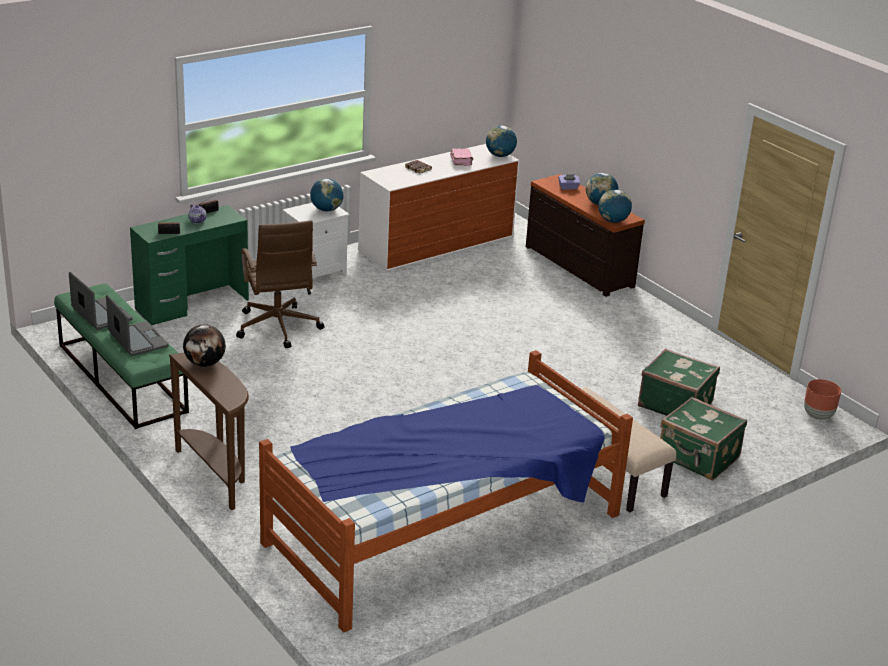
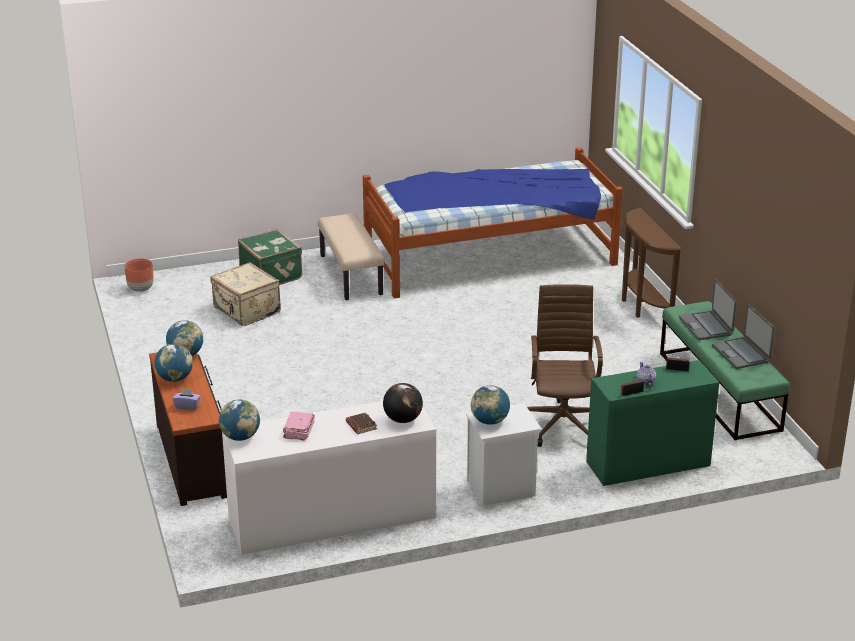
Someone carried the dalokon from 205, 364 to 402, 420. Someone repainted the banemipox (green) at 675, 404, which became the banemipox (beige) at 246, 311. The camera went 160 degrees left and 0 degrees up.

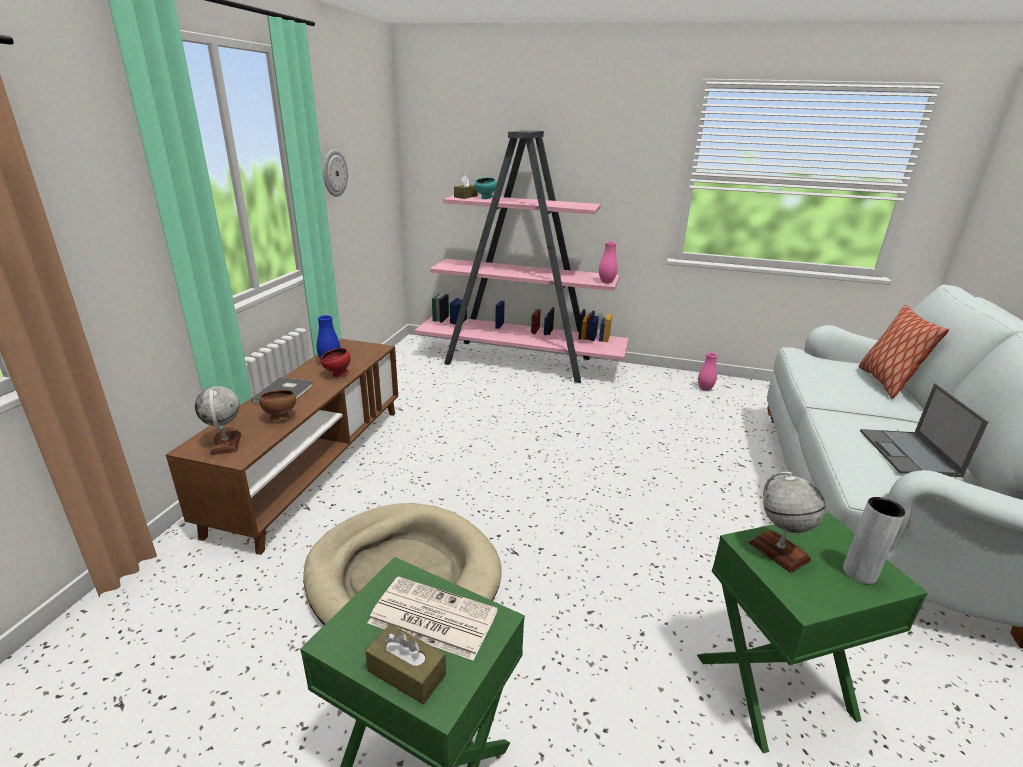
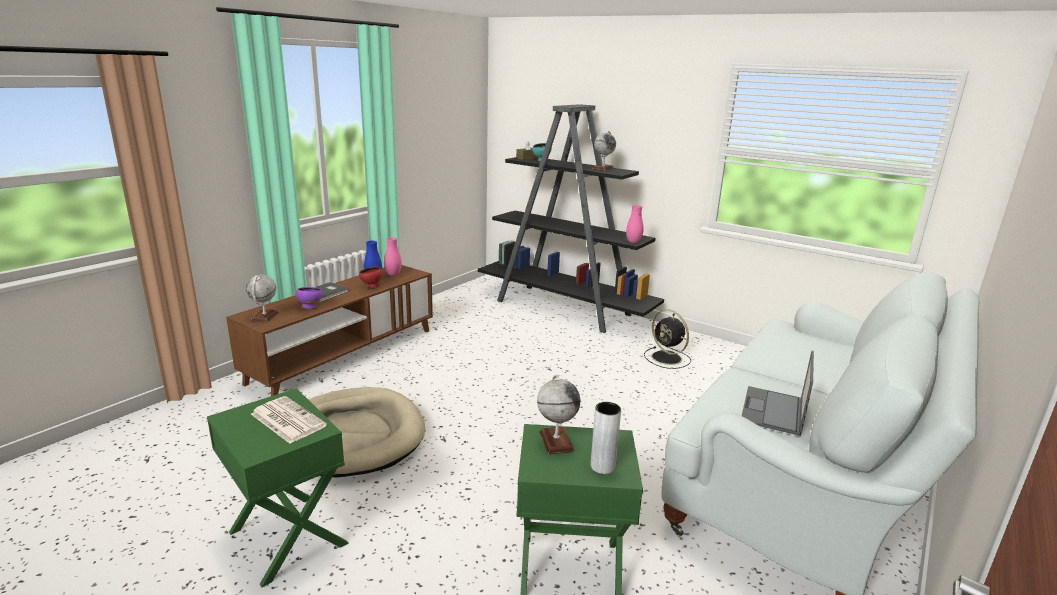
Someone repainted the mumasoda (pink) at 520, 361, which became the mumasoda (black) at 565, 308. Someone took away the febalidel at 334, 173. Someone took away the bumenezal at 885, 383. Someone carried the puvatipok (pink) from 705, 389 to 393, 274. Someone repainted the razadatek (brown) at 280, 418, which became the razadatek (purple) at 310, 307. Someone took away the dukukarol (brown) at 406, 673. Someone put down the dalokon at 603, 168. Someone put down the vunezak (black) at 667, 358. The camera went 20 degrees right and 5 degrees down.

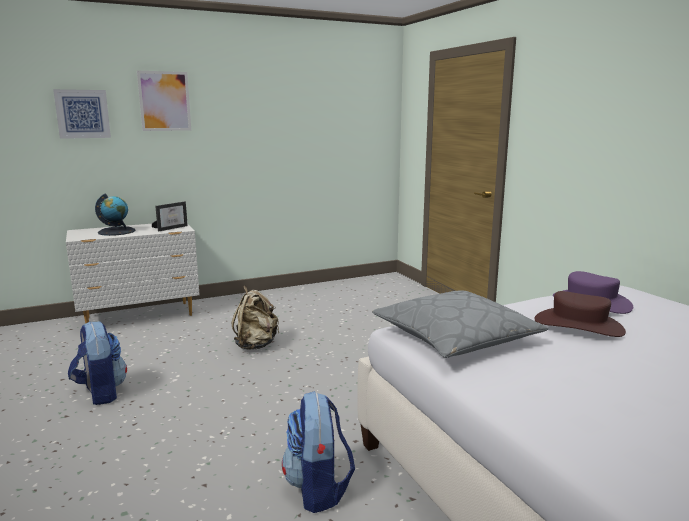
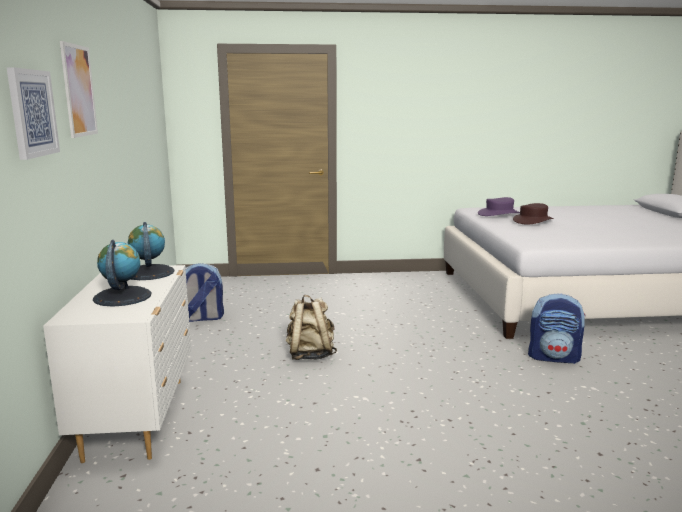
Someone swapped the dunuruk at 171, 228 for the dalokon at 149, 273. Someone took away the bumenezal (grey) at 456, 337. Someone carried the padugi from 100, 393 to 202, 318. The camera went 70 degrees left and 0 degrees up.

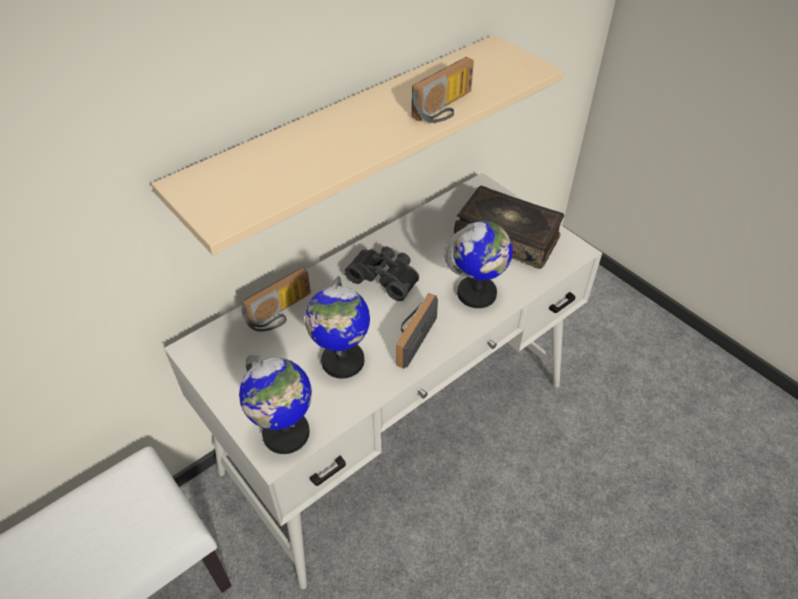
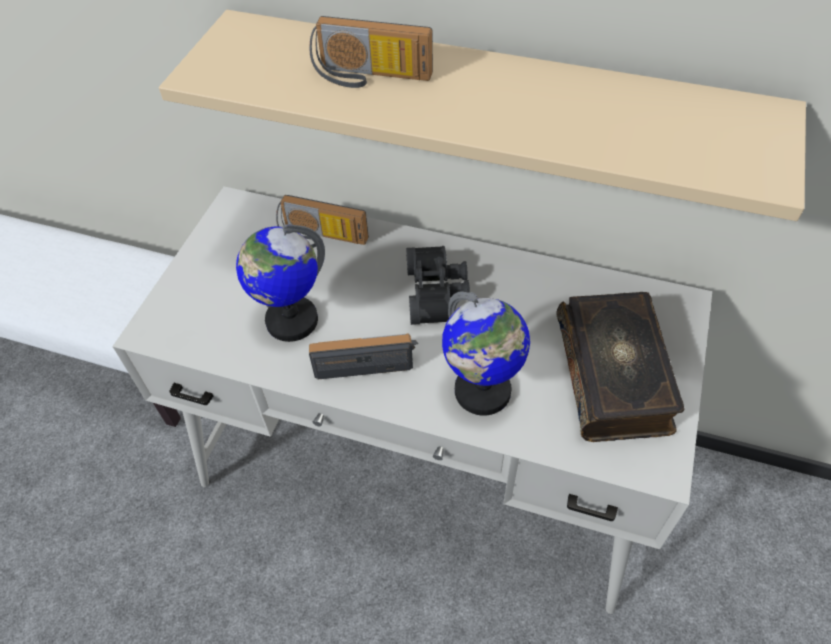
Someone carried the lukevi from 445, 108 to 370, 77. Someone took away the dalokon at 286, 434. The camera went 60 degrees right and 5 degrees up.

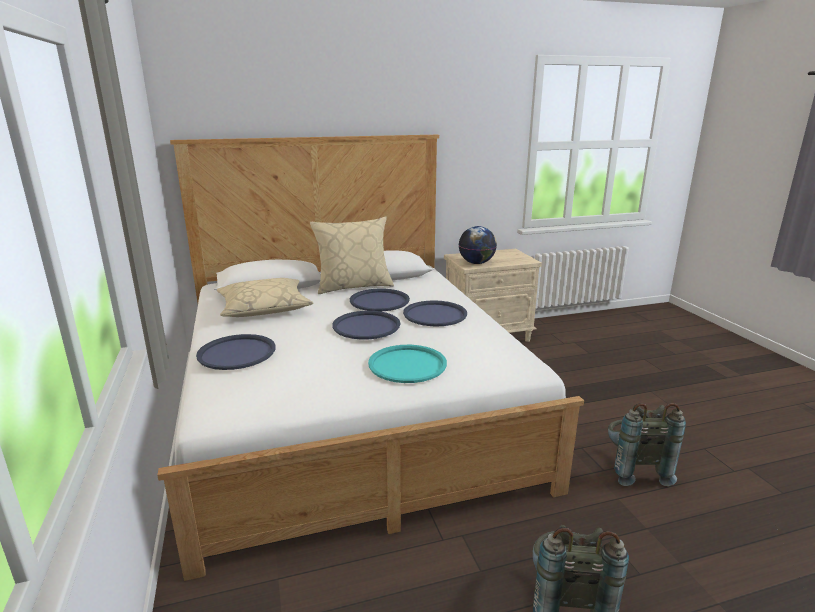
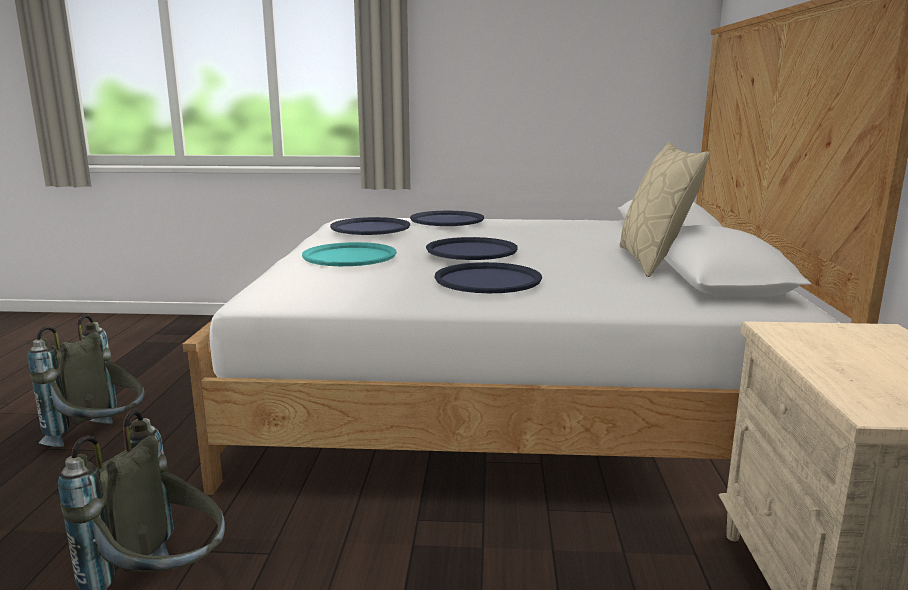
Someone took away the dalokon at 476, 263. Someone took away the bumenezal (beige) at 264, 308. Someone carried the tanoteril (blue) from 379, 301 to 370, 228. The camera went 110 degrees right and 5 degrees down.

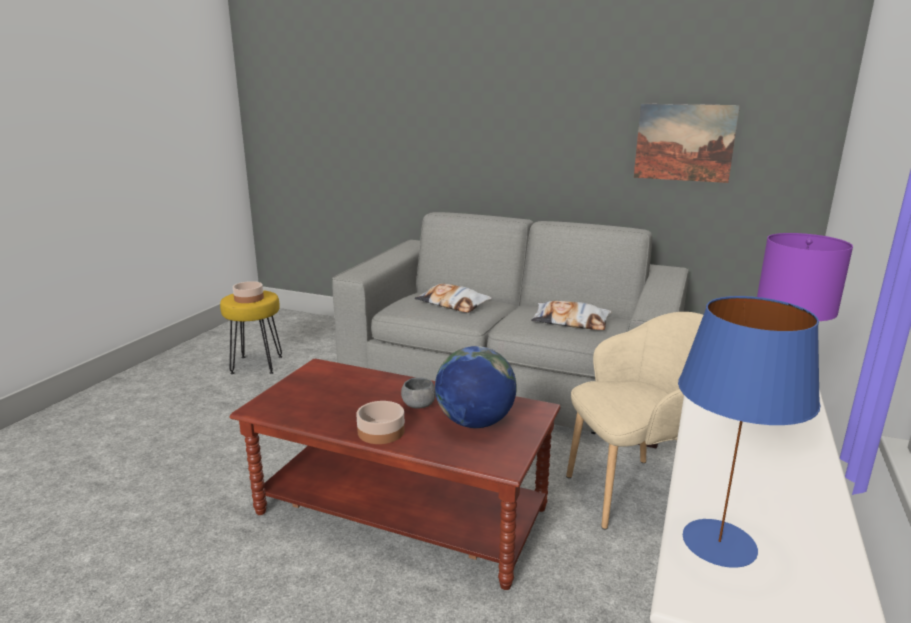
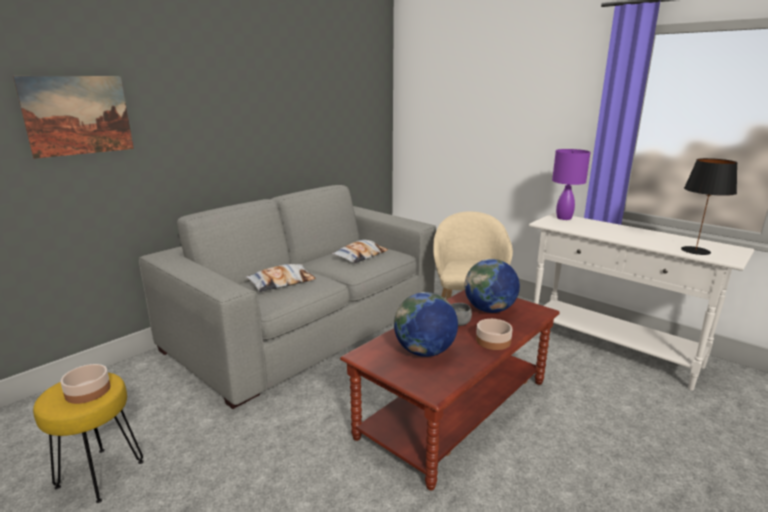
Someone carried the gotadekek from 684, 142 to 78, 115. Someone repainted the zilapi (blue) at 717, 542, which became the zilapi (black) at 695, 251. Someone put down the dalokon at 424, 352. The camera went 70 degrees left and 0 degrees up.

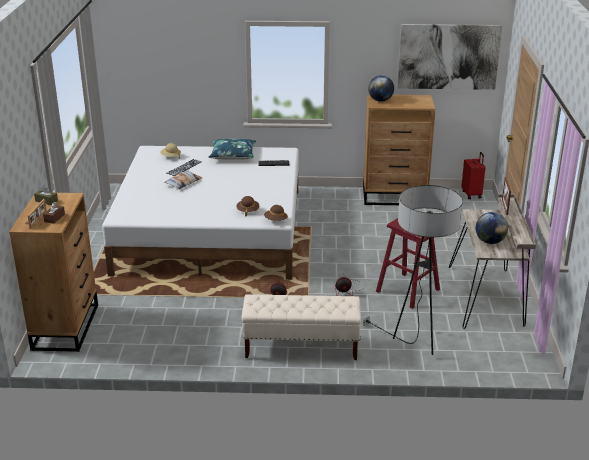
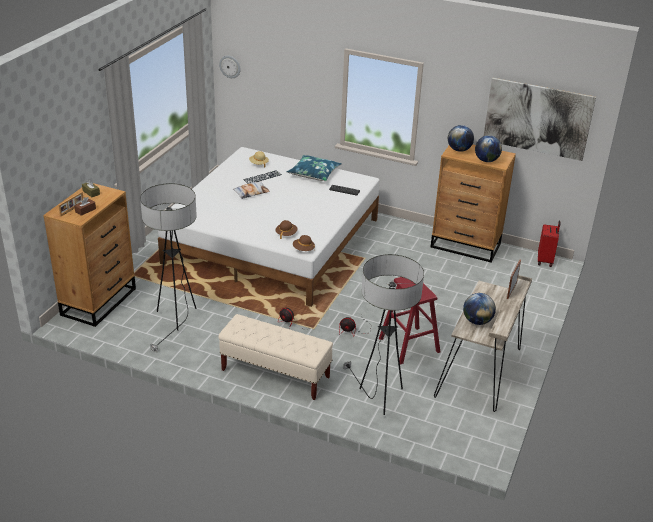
Someone put up the febalidel at 230, 66. Someone put down the dalokon at 486, 160. Someone put down the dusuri at 176, 321. The camera went 20 degrees right and 5 degrees up.

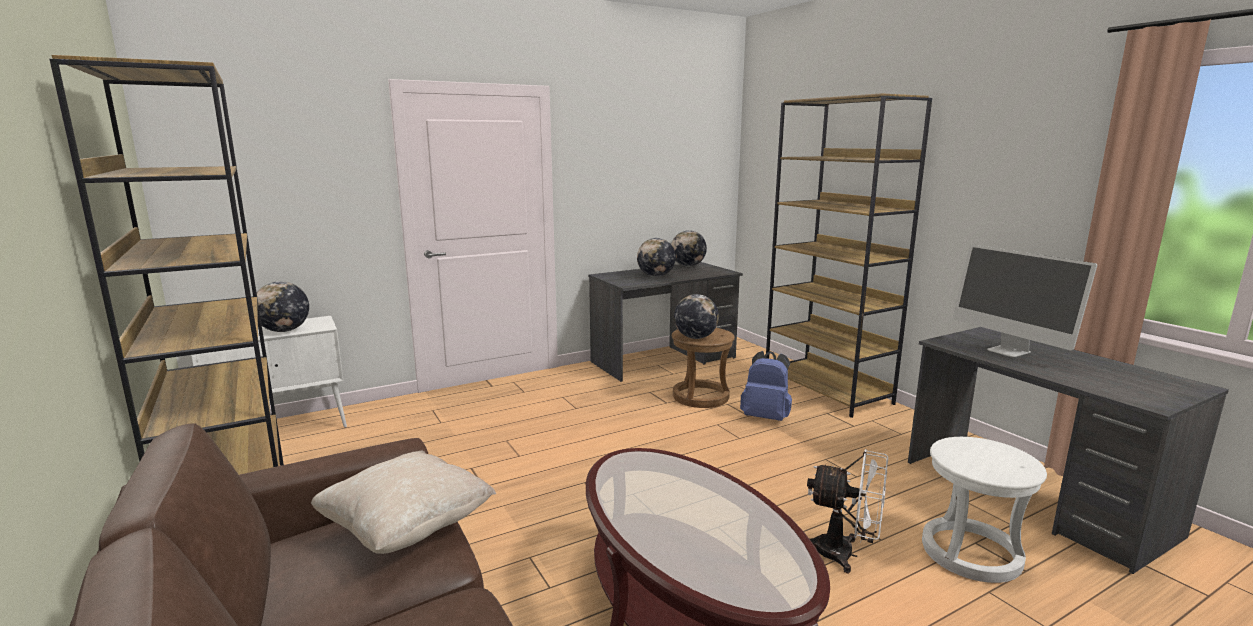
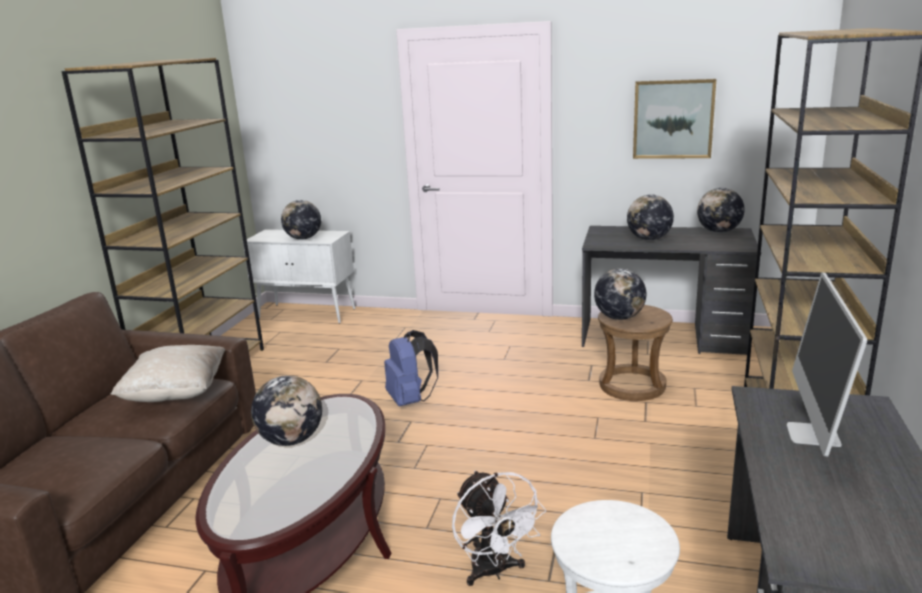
Someone carried the padugi (blue) from 766, 417 to 411, 400. Someone put up the gotadekek at 673, 119. Someone put down the dalokon at 291, 440. The camera went 45 degrees right and 5 degrees up.

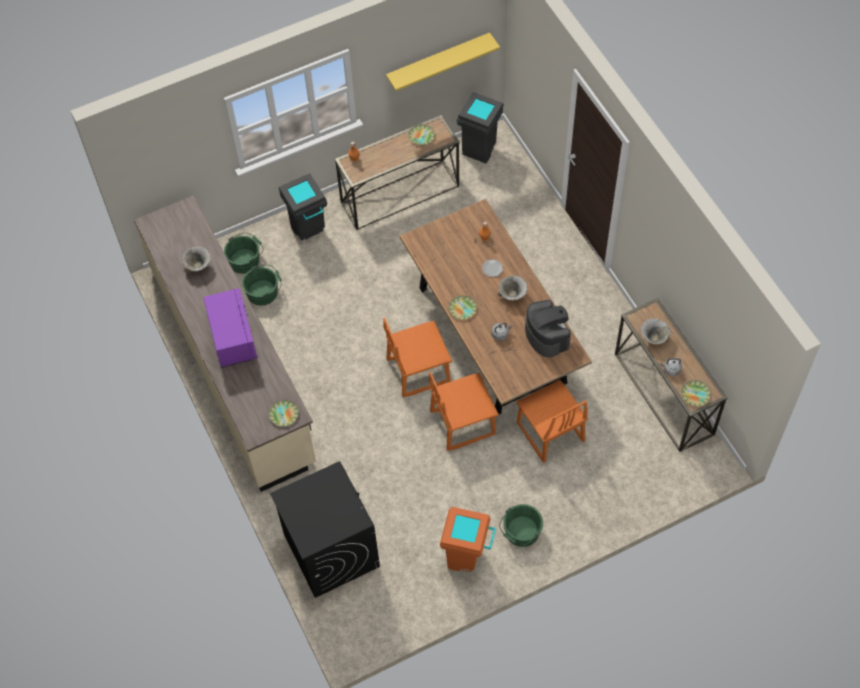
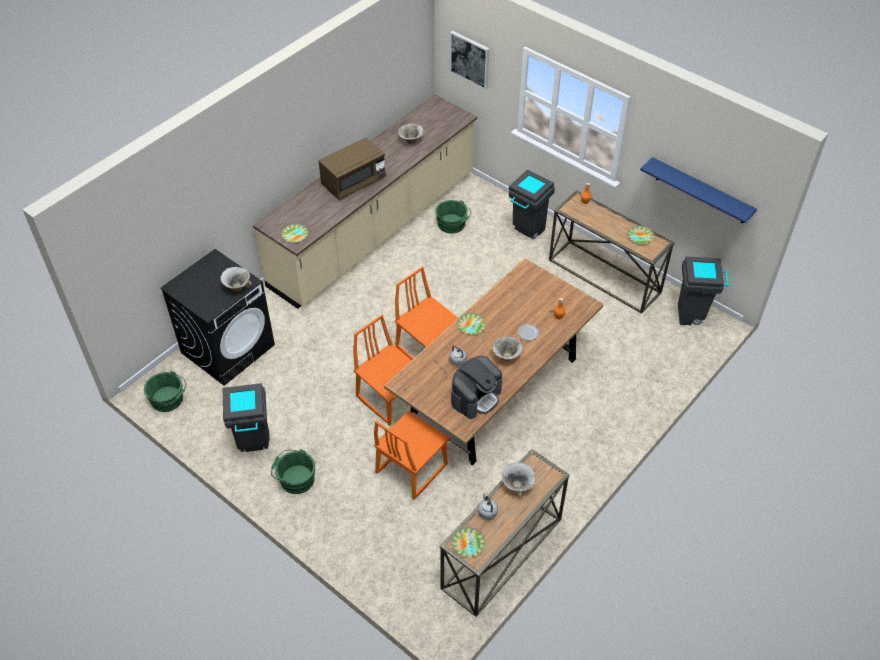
Someone repainted the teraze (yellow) at 438, 61, which became the teraze (blue) at 701, 191. Someone carried the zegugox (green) from 245, 259 to 168, 399. Someone repainted the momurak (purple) at 232, 338, which became the momurak (brown) at 353, 182. Someone repainted the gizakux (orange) at 467, 558, which became the gizakux (grey) at 254, 446. Someone put up the gotadekek at 470, 59. Someone put down the razadatek at 237, 287. The camera went 65 degrees right and 10 degrees down.

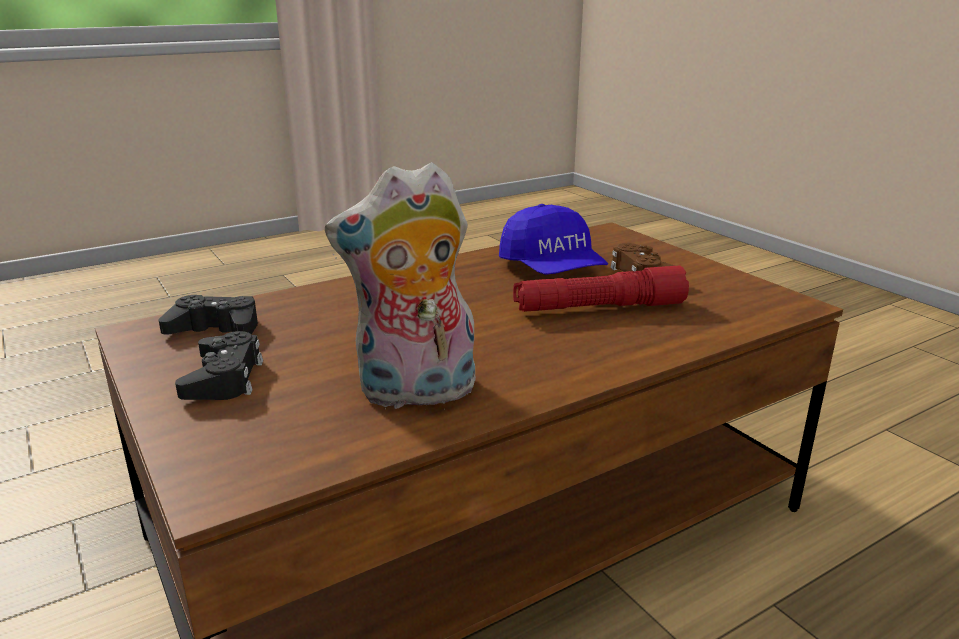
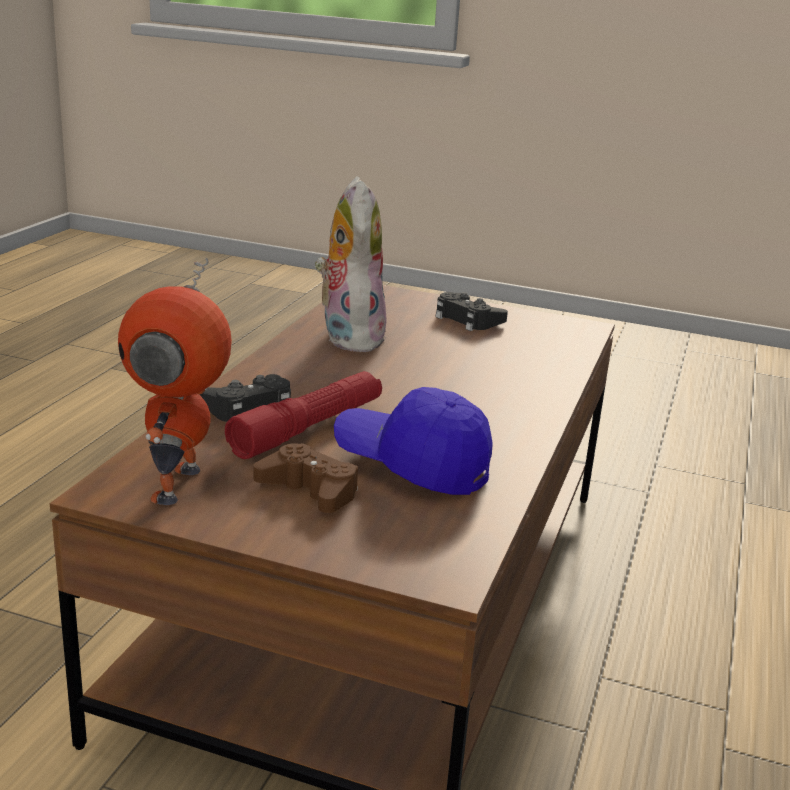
Someone rotated the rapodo at 416, 394 by 45 degrees counterclockwise. Someone carried the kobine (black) from 215, 328 to 249, 408. Someone put down the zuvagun at 180, 485. The camera went 140 degrees right and 0 degrees up.

